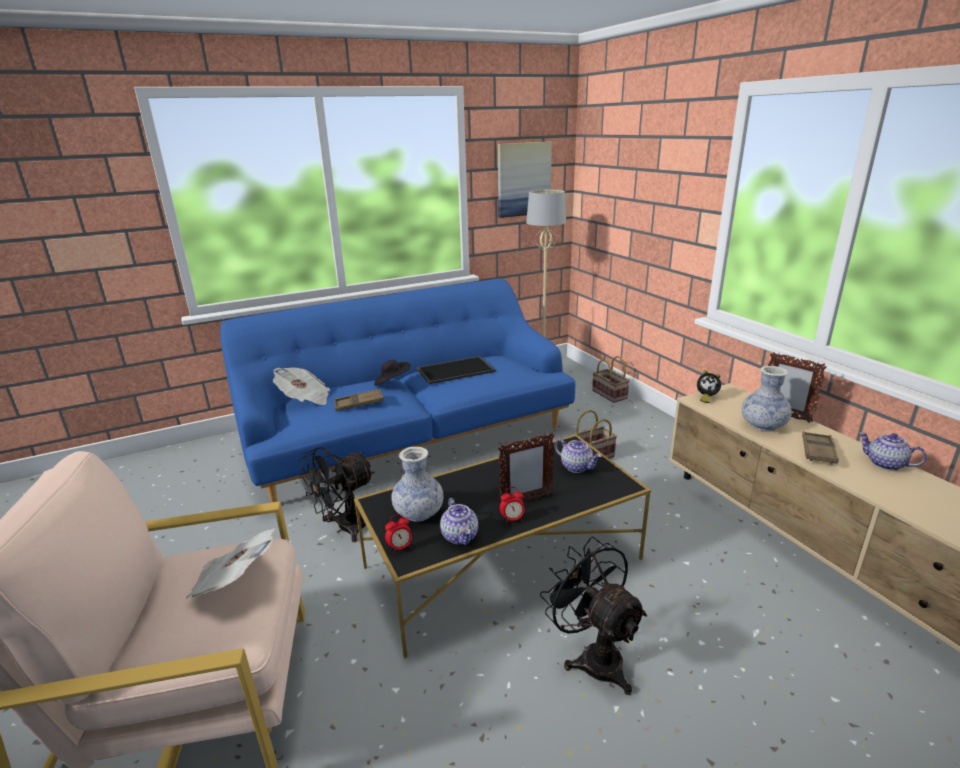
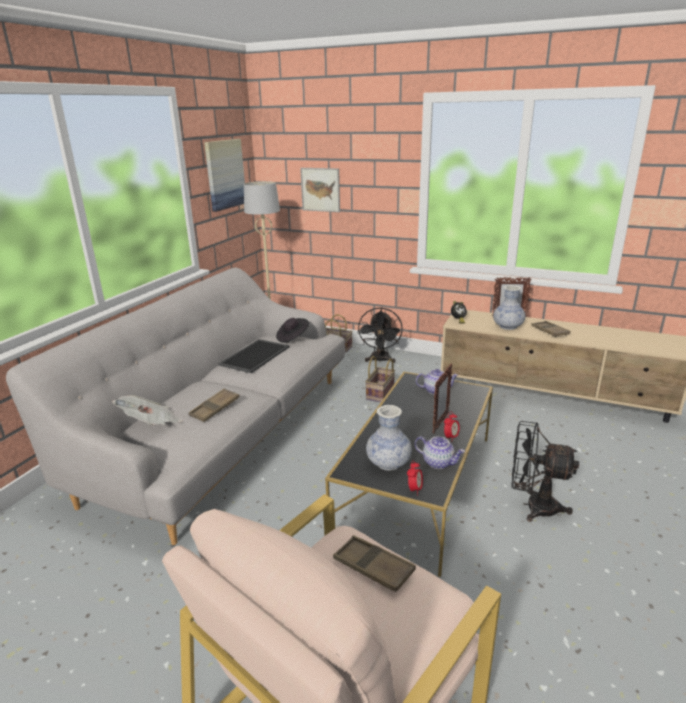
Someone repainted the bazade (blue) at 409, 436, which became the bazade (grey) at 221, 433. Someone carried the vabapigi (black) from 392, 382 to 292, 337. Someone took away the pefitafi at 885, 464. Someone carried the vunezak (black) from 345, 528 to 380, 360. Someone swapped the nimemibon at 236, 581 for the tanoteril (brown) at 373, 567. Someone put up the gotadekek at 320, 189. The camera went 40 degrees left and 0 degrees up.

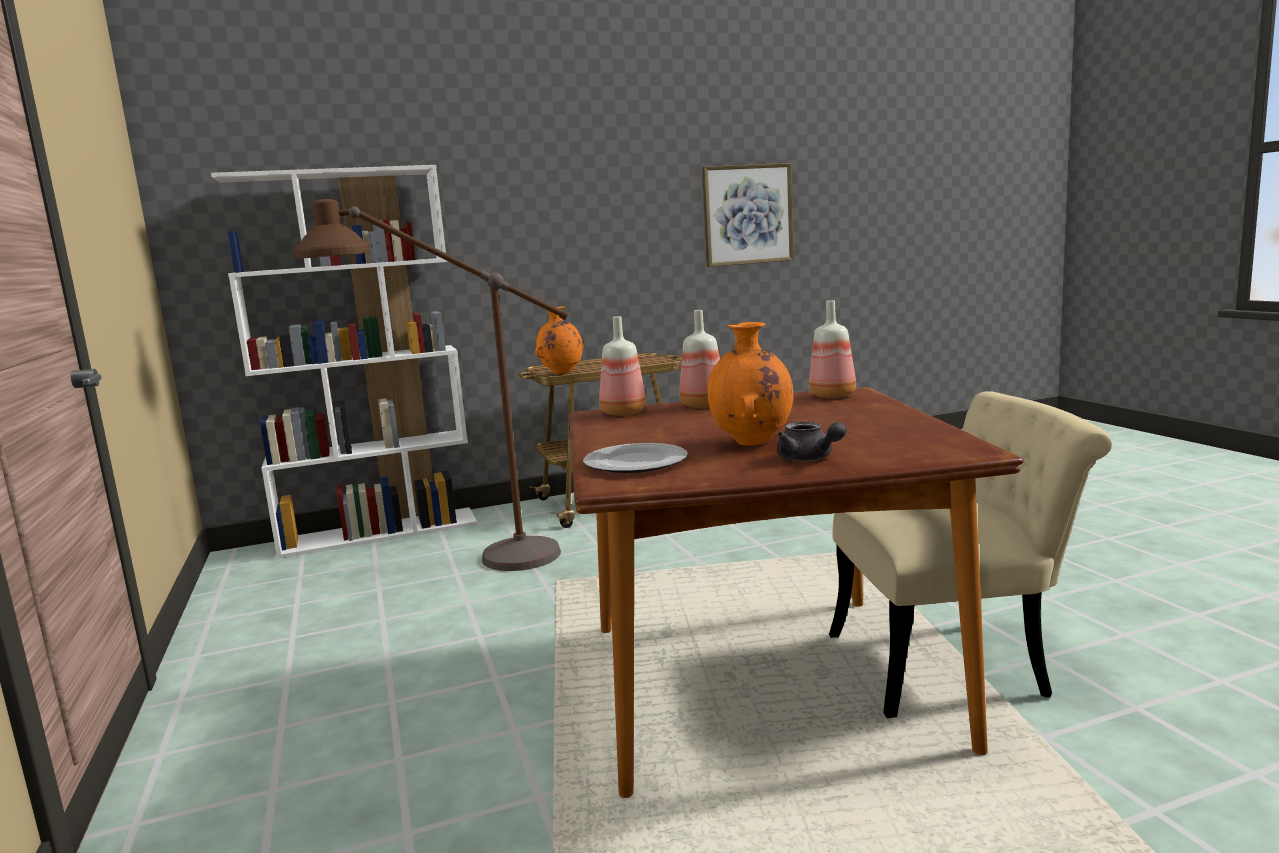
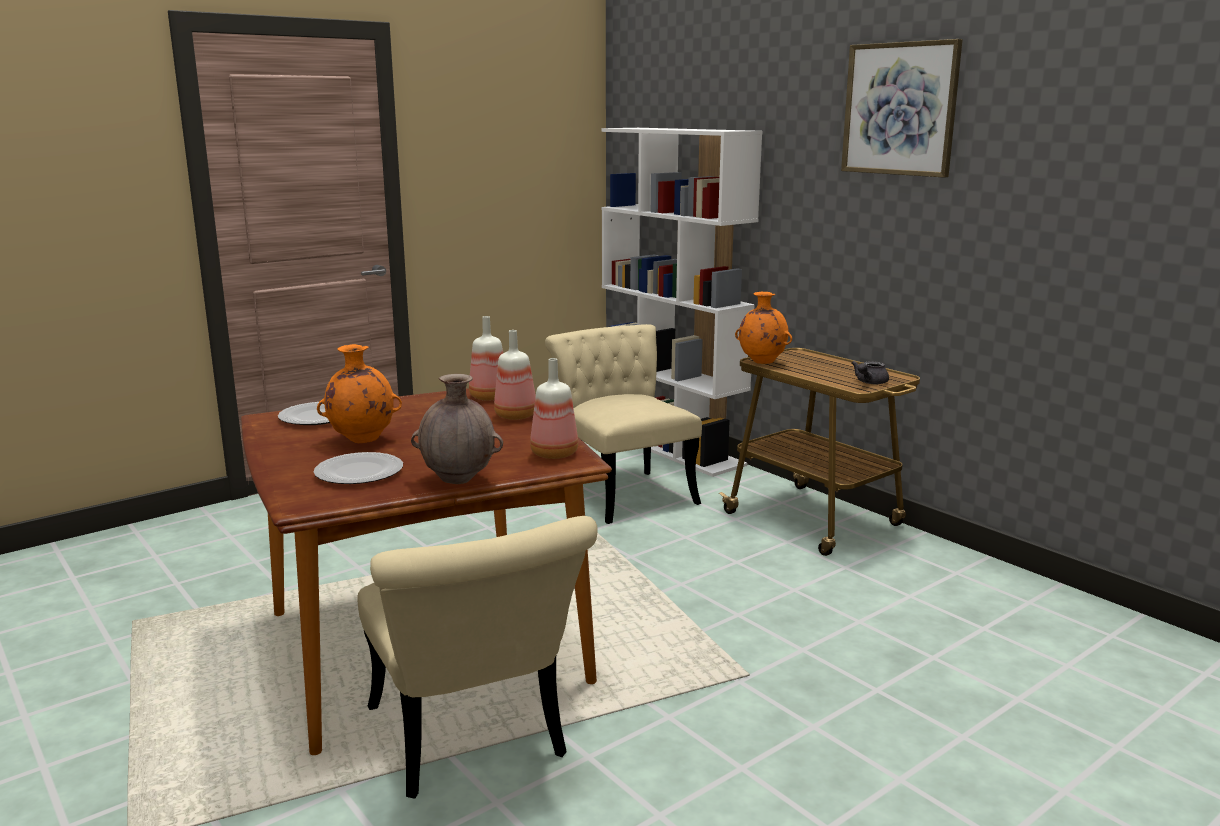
Someone carried the gotadekek from 747, 215 to 900, 109. Someone swapped the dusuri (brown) at 464, 562 for the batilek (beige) at 623, 491. Someone carried the pefitafi (grey) from 809, 459 to 869, 382. Someone put down the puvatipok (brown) at 459, 480. Someone put down the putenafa at 360, 473. The camera went 70 degrees right and 5 degrees up.

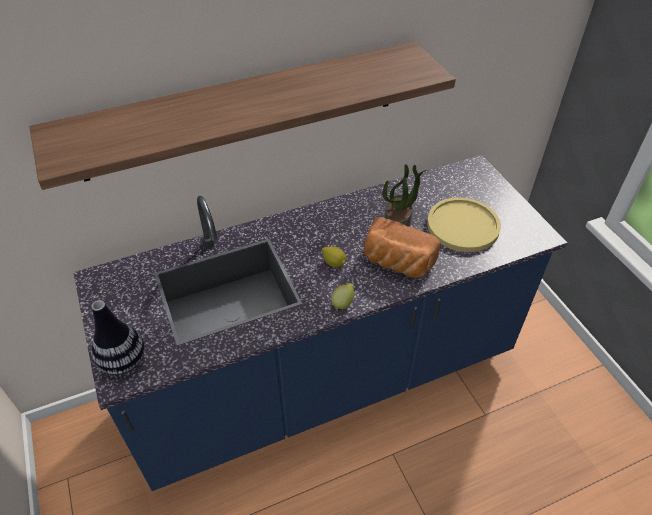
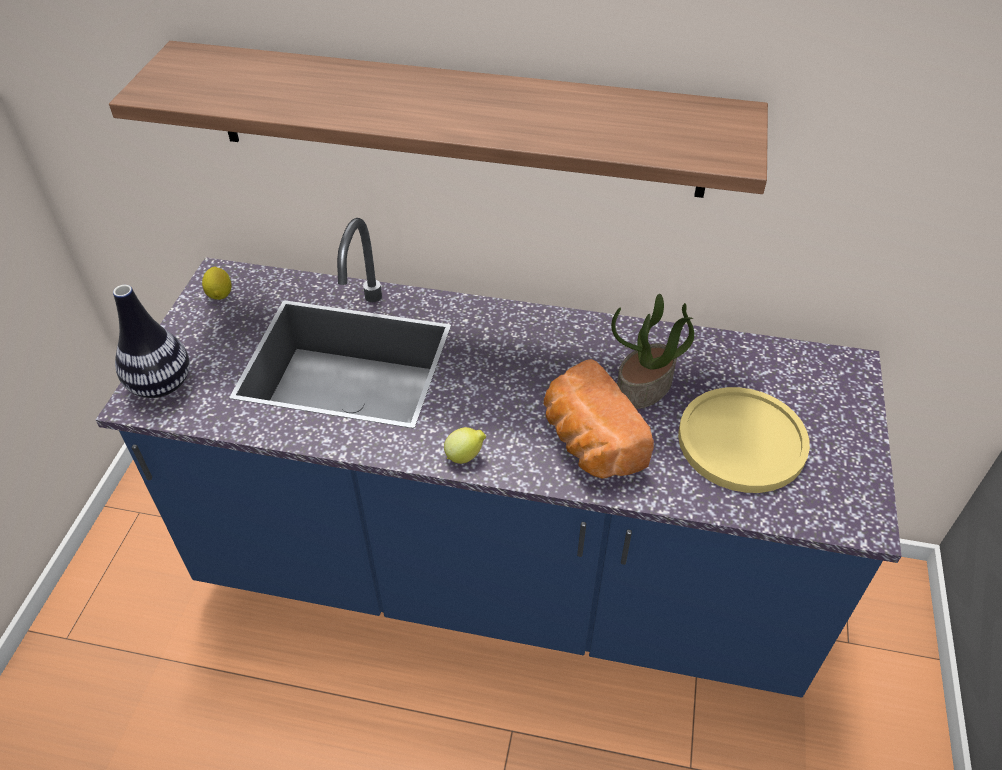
Someone carried the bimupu from 334, 263 to 220, 293. The camera went 35 degrees right and 0 degrees up.

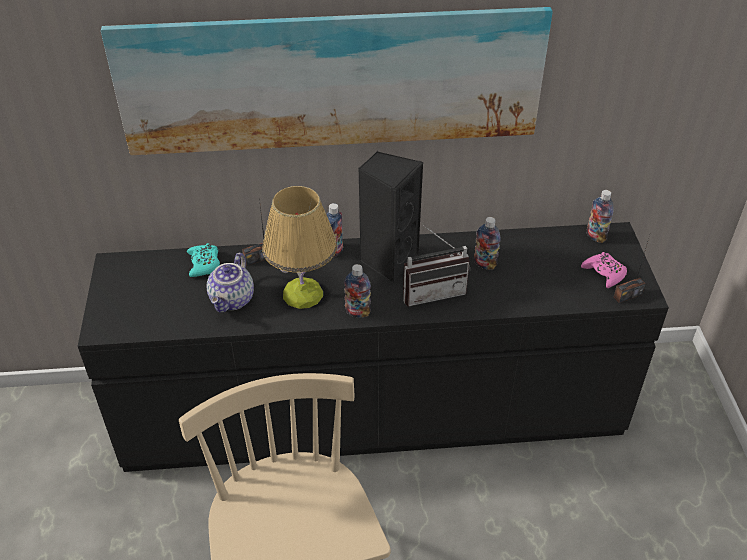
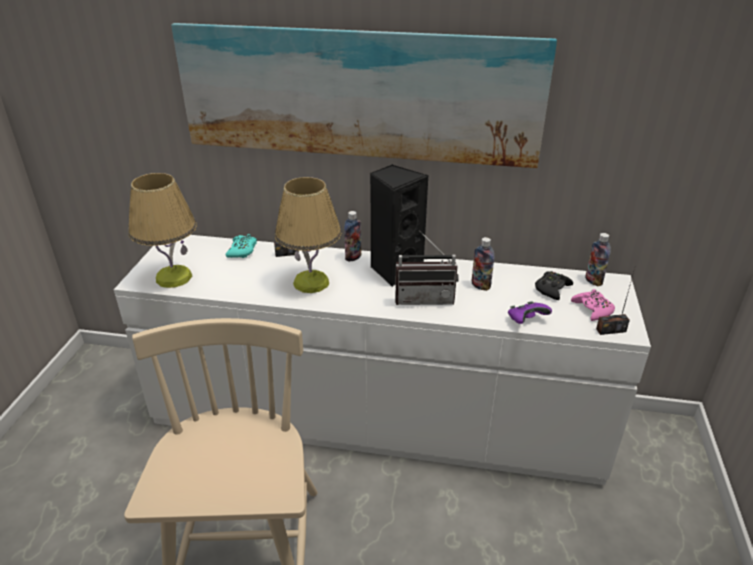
Someone repainted the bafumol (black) at 373, 410, which became the bafumol (white) at 376, 417. Someone took away the pefitafi at 233, 300. Someone took away the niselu at 357, 312. Someone put down the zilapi at 173, 277. Someone put down the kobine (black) at 552, 289. Someone put down the kobine (purple) at 526, 320. The camera went 15 degrees right and 10 degrees down.

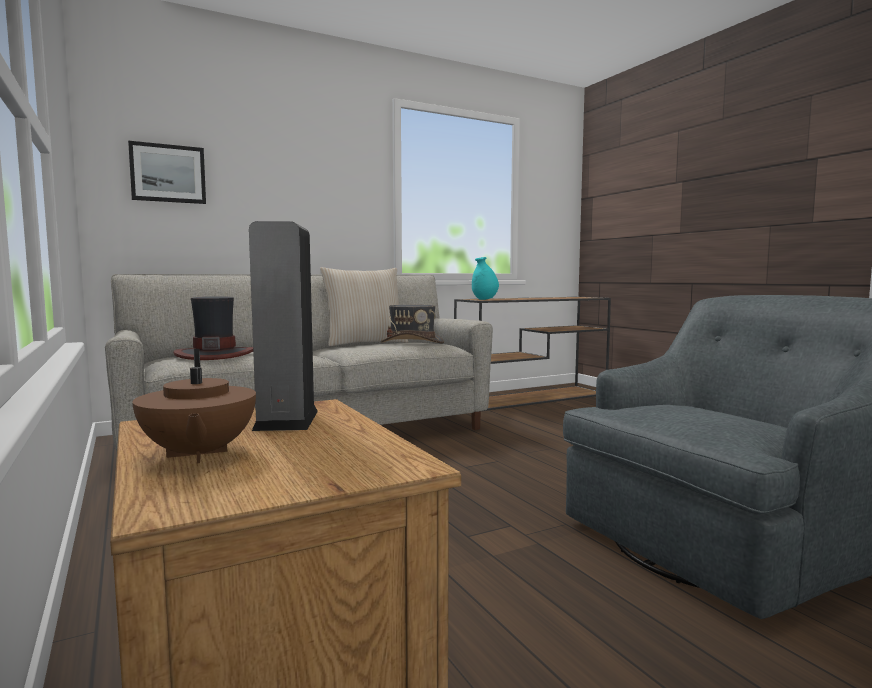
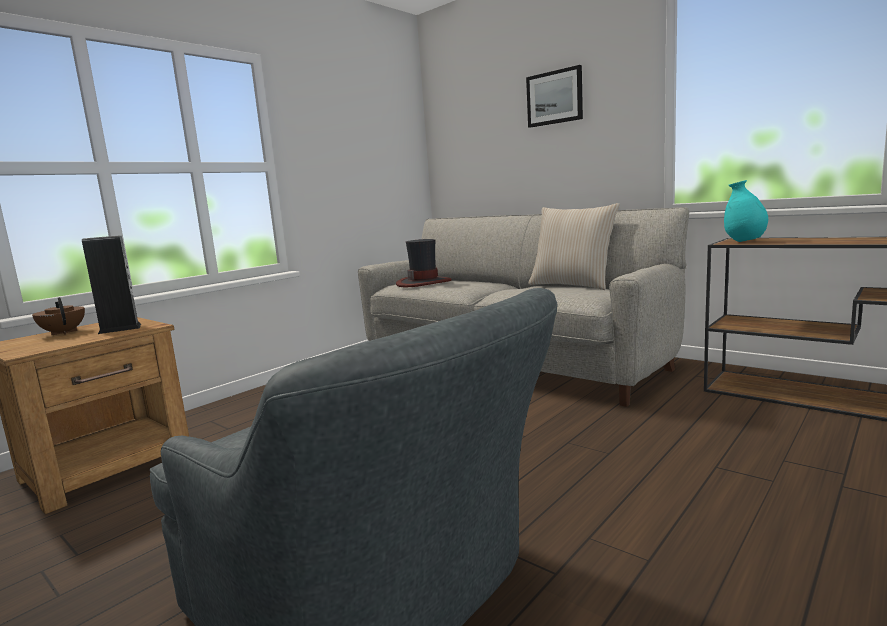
Someone carried the gotadekek from 168, 173 to 554, 97. Someone took away the vabapigi (grey) at 412, 342. Someone rotated the pefitafi (brown) at 198, 455 by 90 degrees clockwise. The camera went 70 degrees right and 5 degrees up.

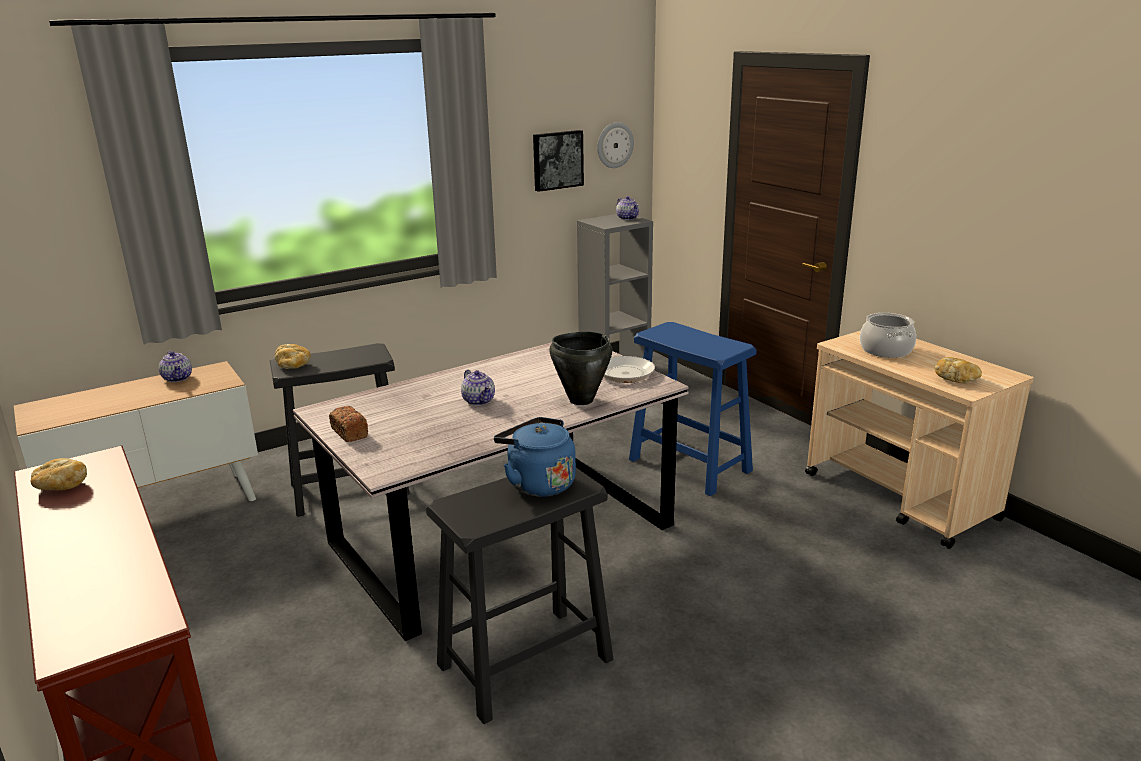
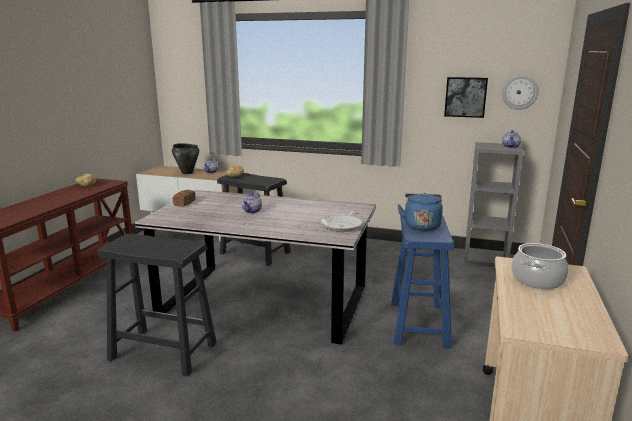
Someone carried the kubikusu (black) from 580, 400 to 187, 173. Someone took away the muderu at 956, 379. Someone carried the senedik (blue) from 538, 483 to 421, 226. The camera went 50 degrees right and 5 degrees down.

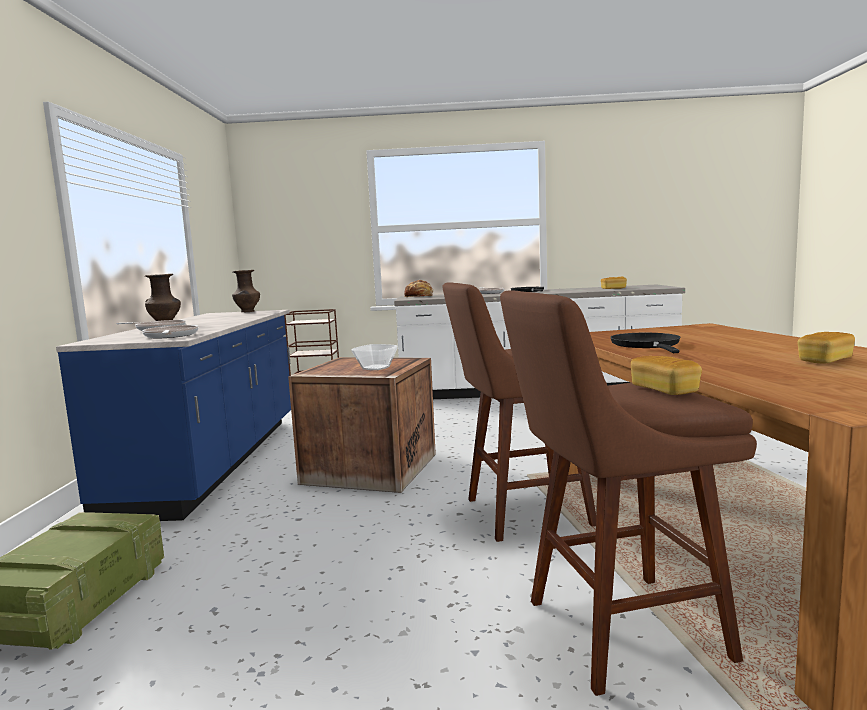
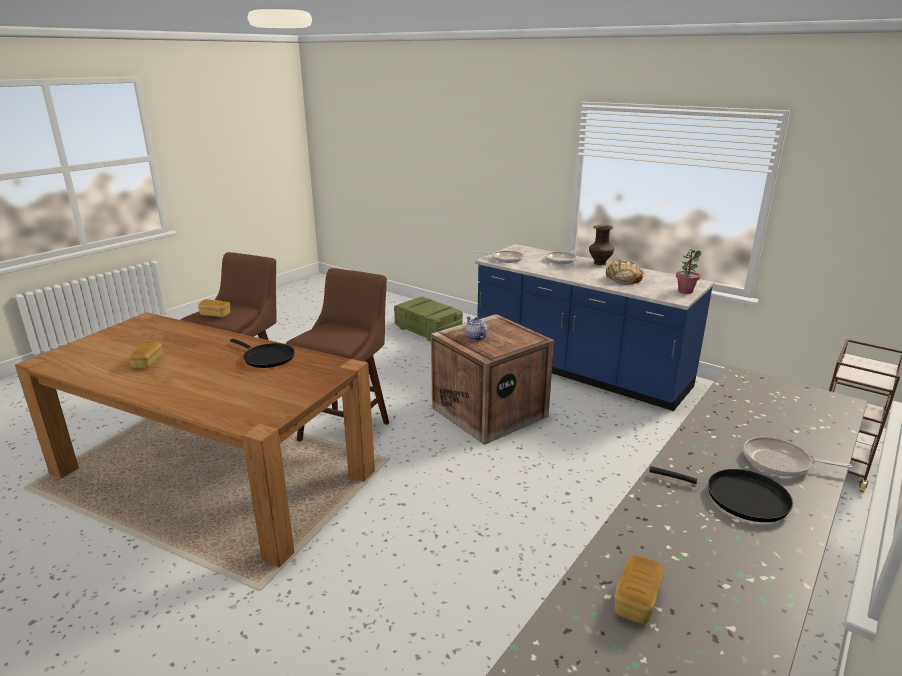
Someone swapped the puvatipok (brown) at 247, 312 for the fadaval at 685, 291. Someone carried the muderu from 419, 297 to 622, 279. Someone swapped the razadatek at 376, 368 for the pefitafi at 475, 337. The camera went 125 degrees right and 15 degrees up.

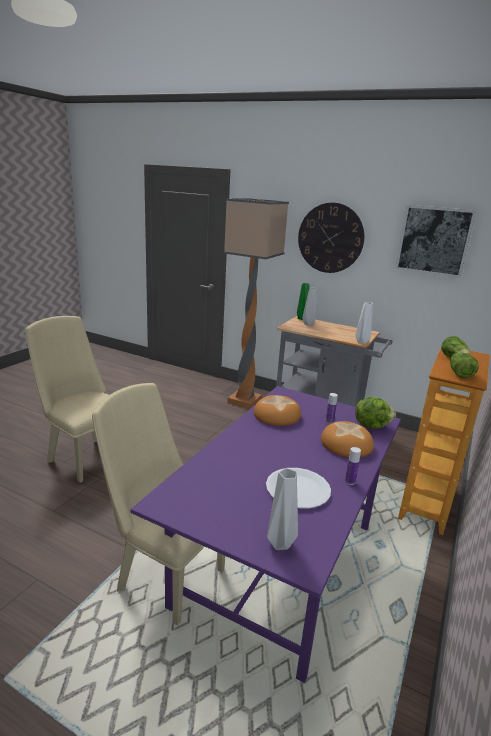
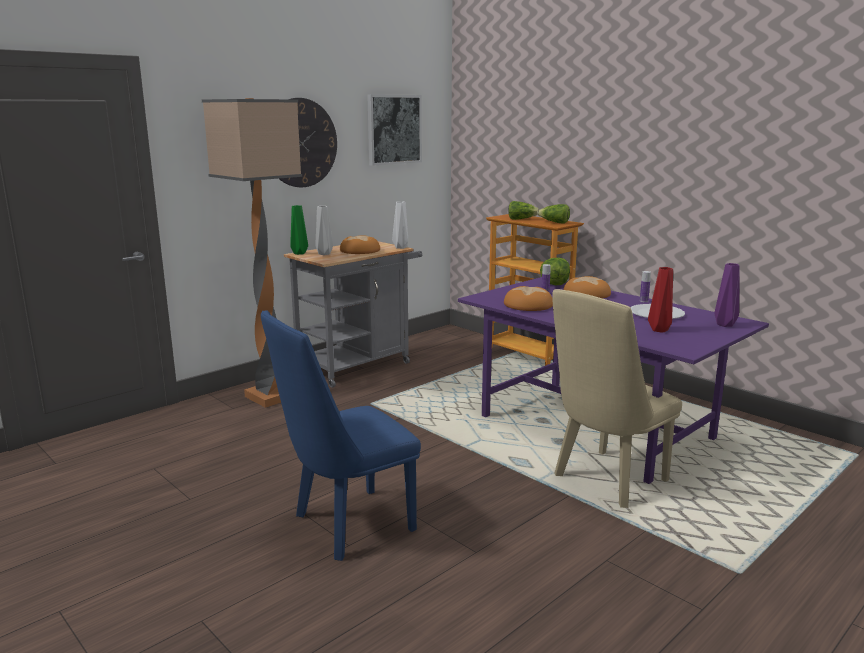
Someone repainted the batilek (beige) at 84, 457, which became the batilek (blue) at 345, 526. Someone repainted the puvatipok (grey) at 278, 544, which became the puvatipok (purple) at 725, 325. Someone put down the muderu at 360, 251. Someone put down the puvatipok (red) at 660, 330. The camera went 70 degrees left and 5 degrees down.

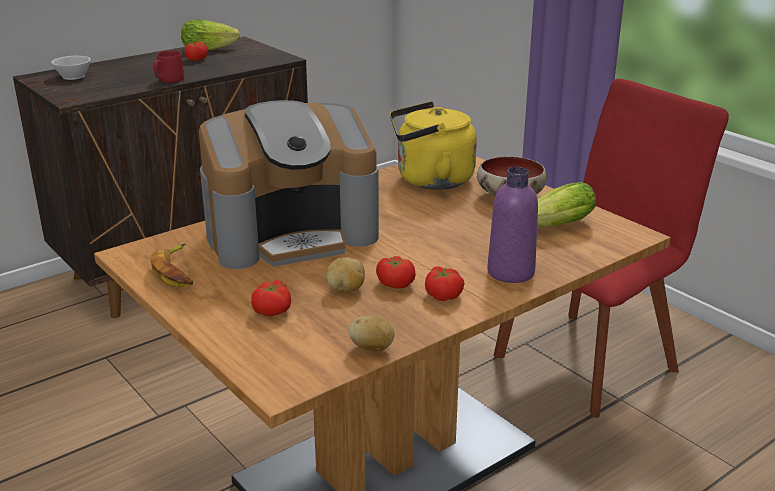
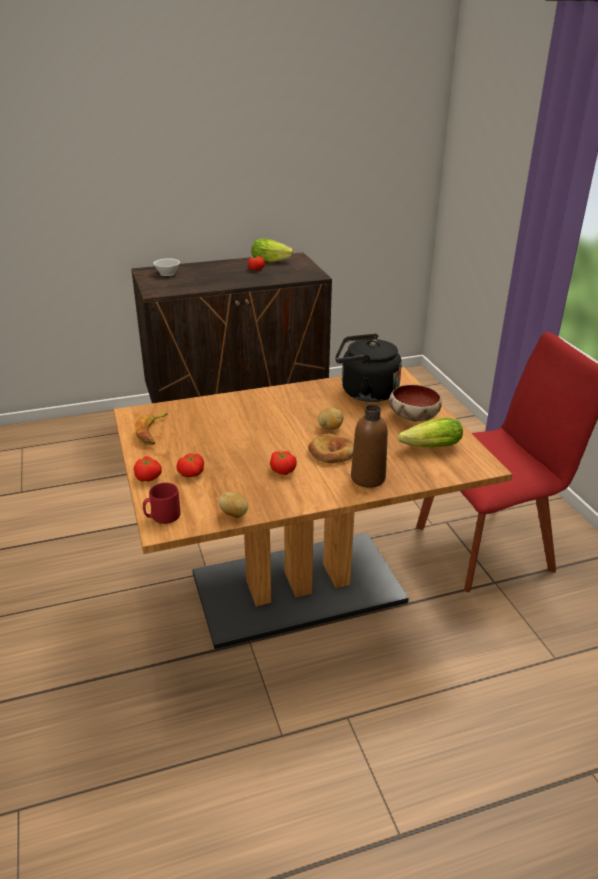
Someone carried the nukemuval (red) from 169, 80 to 162, 516. Someone took away the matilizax at 291, 233. Someone repainted the senedik (yellow) at 430, 180, which became the senedik (black) at 365, 392. Someone repainted the niselu (purple) at 510, 272, which became the niselu (brown) at 368, 478. Someone carried the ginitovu from 346, 289 to 330, 428. Someone carried the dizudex from 444, 295 to 148, 477. Someone put down the muderu at 331, 452. The camera went 20 degrees right and 5 degrees up.

